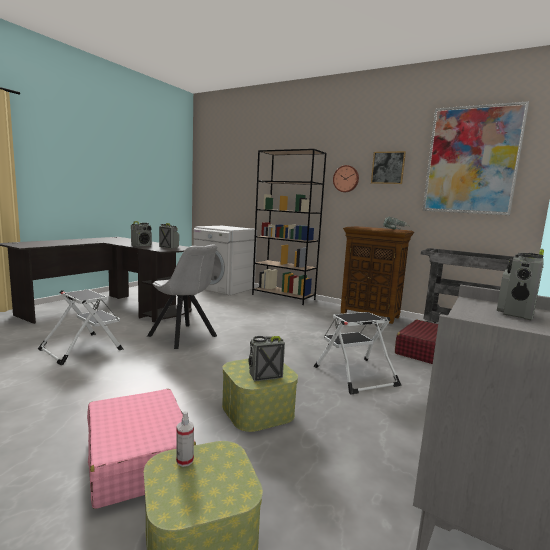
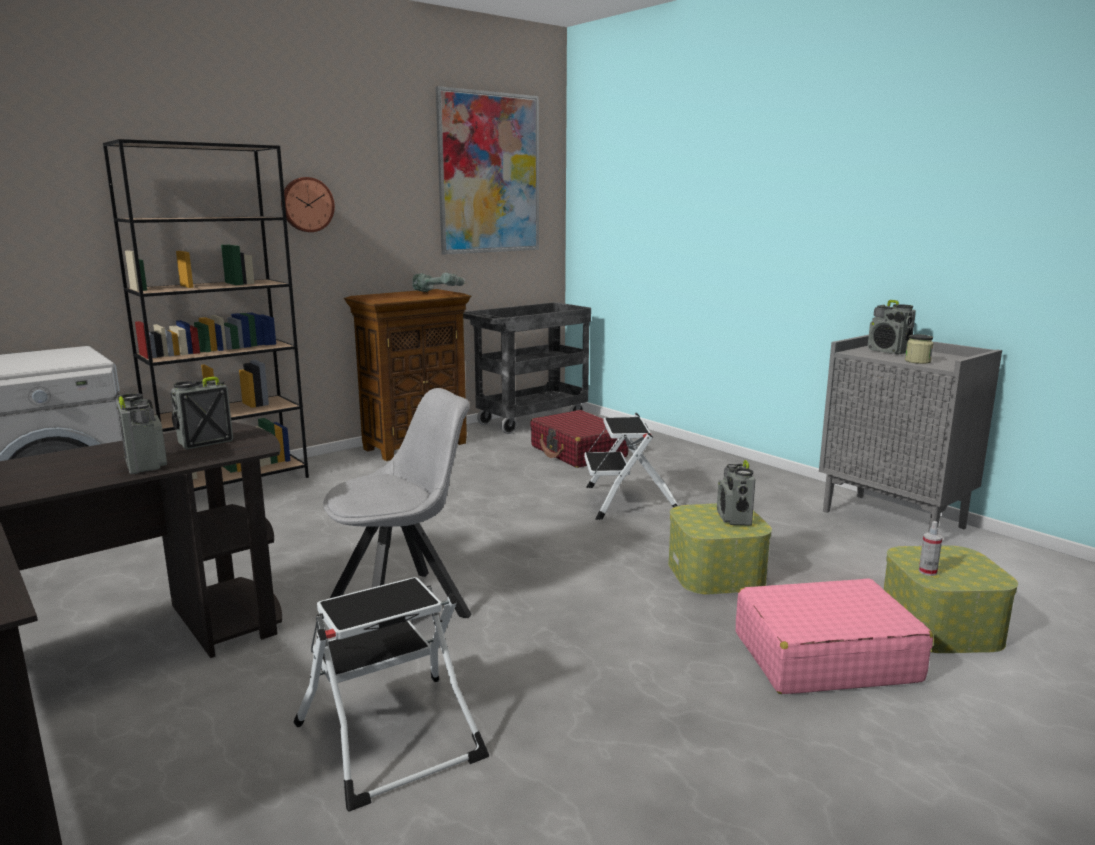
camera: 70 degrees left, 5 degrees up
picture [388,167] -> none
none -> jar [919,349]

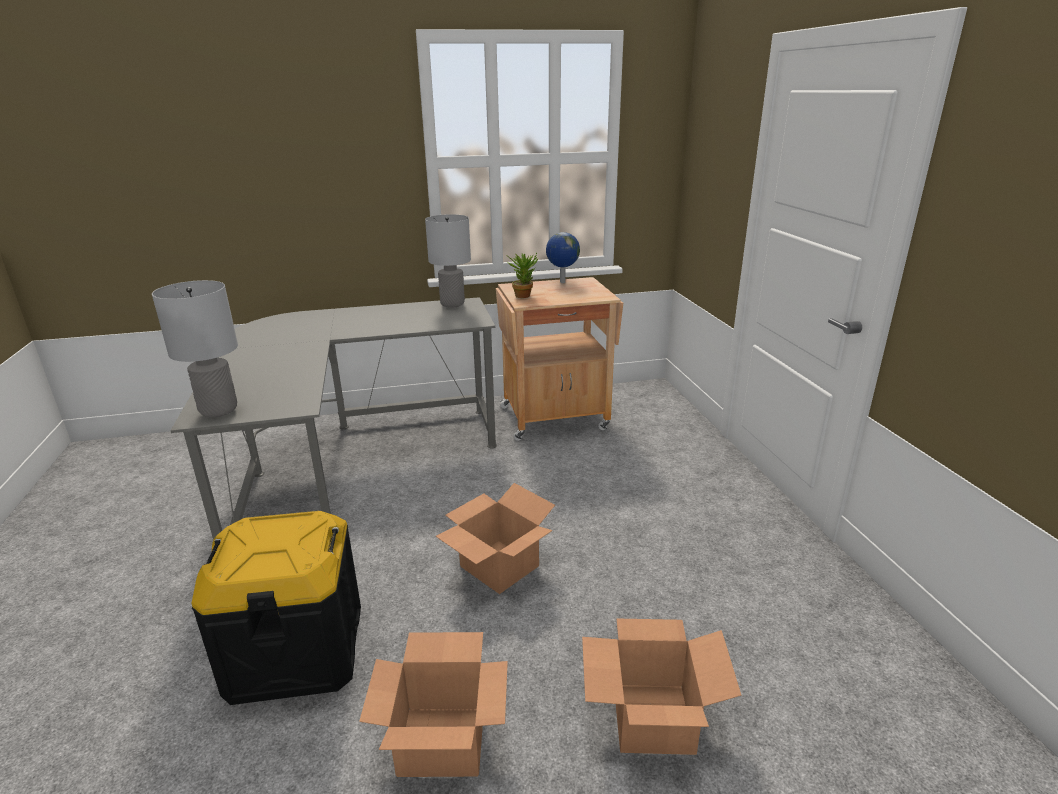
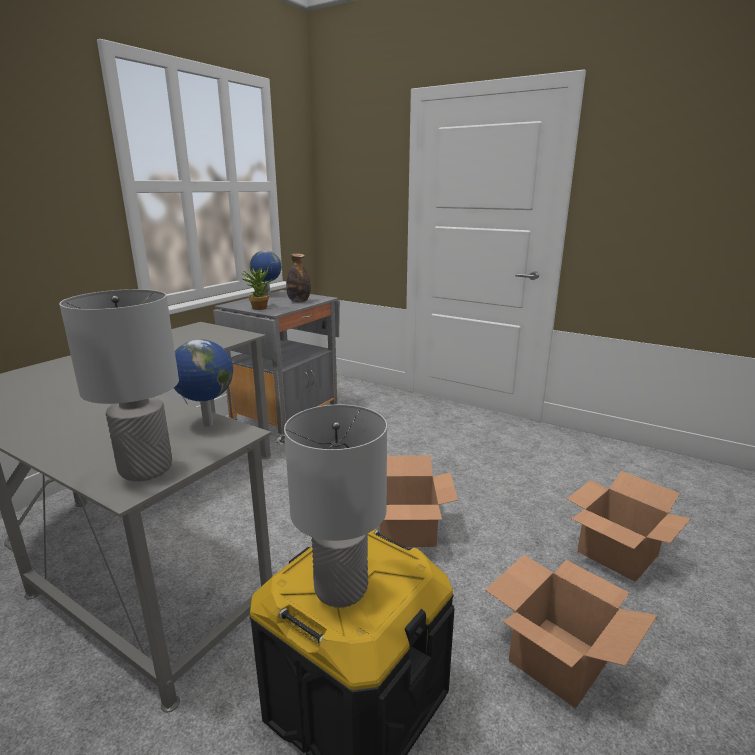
camera: 45 degrees left, 5 degrees down
grey table lamp [448,261] -> grey table lamp [335,506], move
brown cart [559,359] -> grey cart [276,367]
none -> bottle [298,277]
none -> globe [203,383]

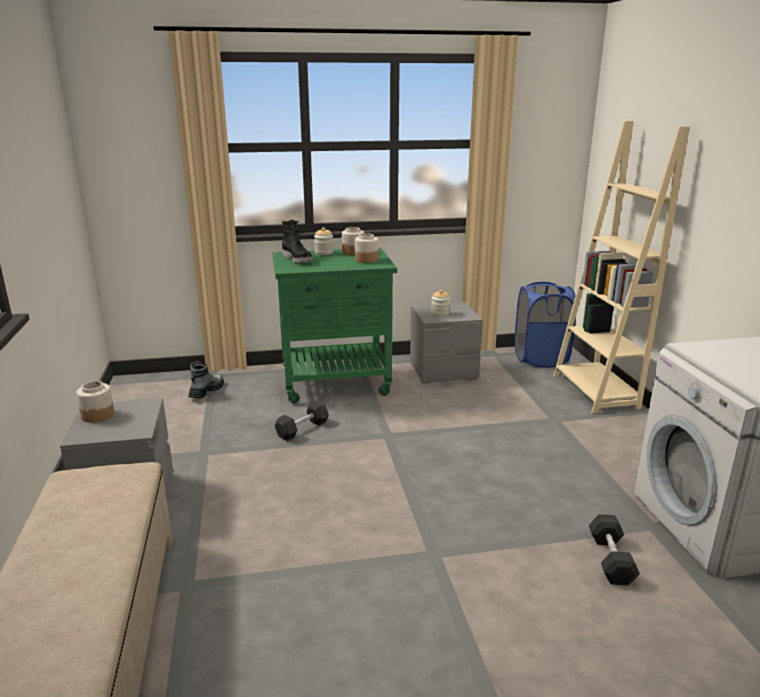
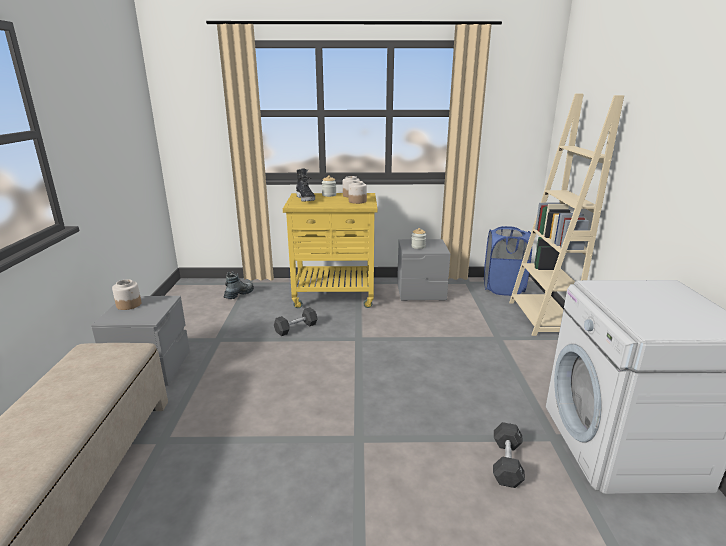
camera: 10 degrees right, 0 degrees up
green cart [334,325] -> yellow cart [330,250]

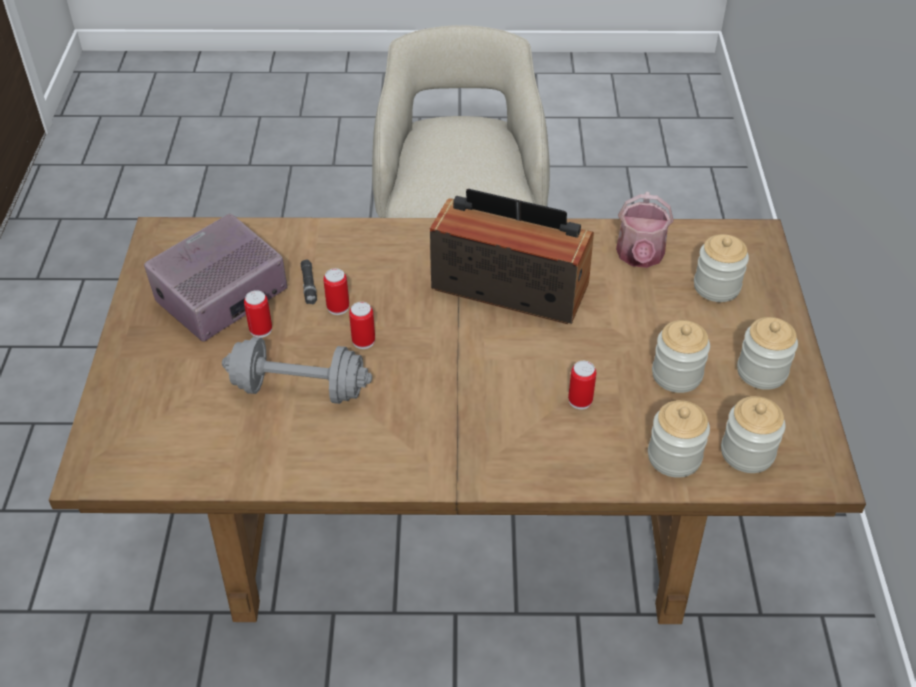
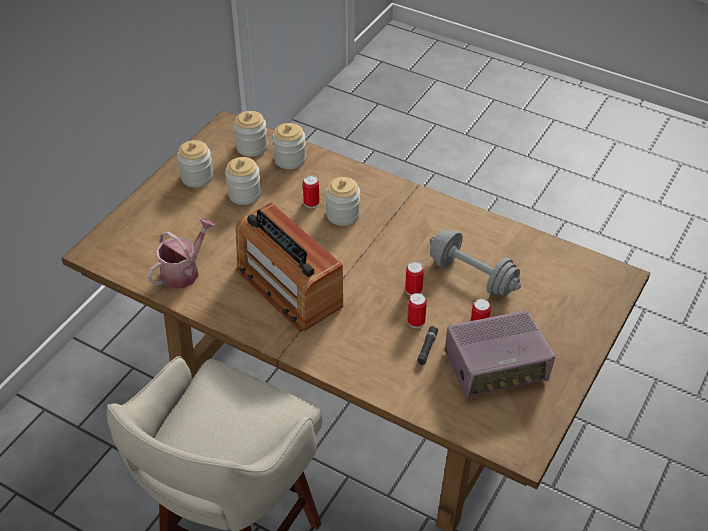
camera: 150 degrees left, 0 degrees up
jar [721,268] -> jar [342,201], move

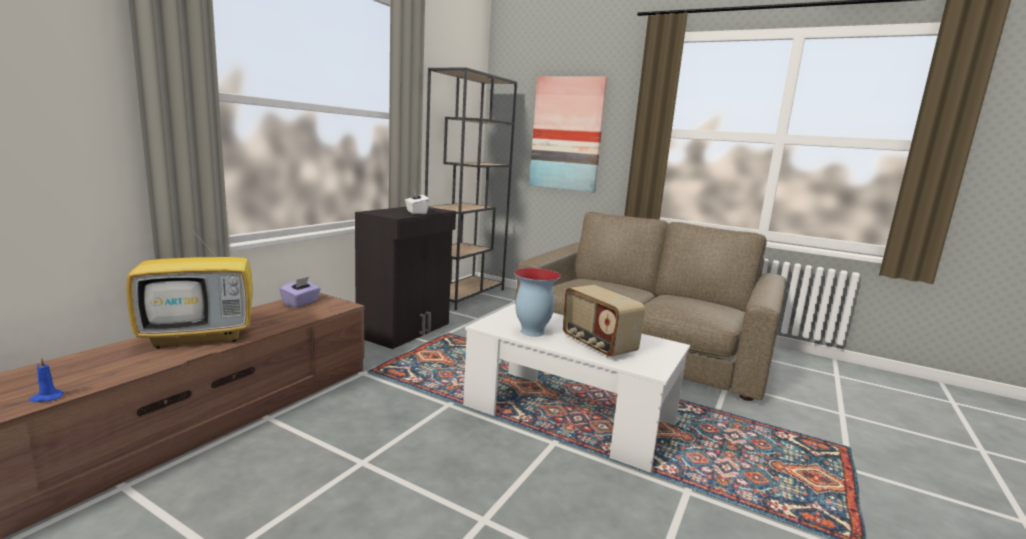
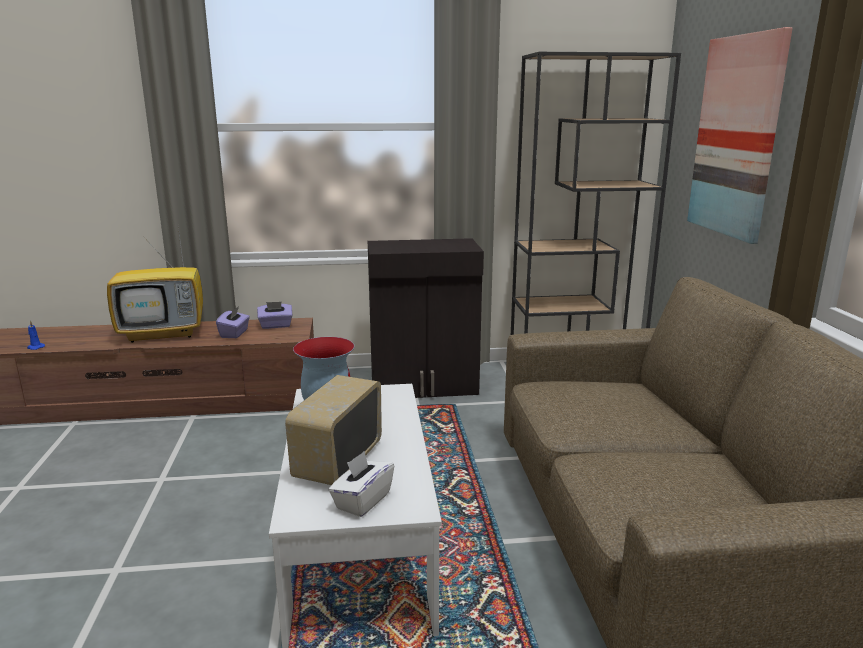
camera: 55 degrees right, 5 degrees up
white tissue box [417,202] -> white tissue box [361,484], move
television [189,279] -> television [155,285], 45 degrees counterclockwise
none -> purple tissue box [233,322]

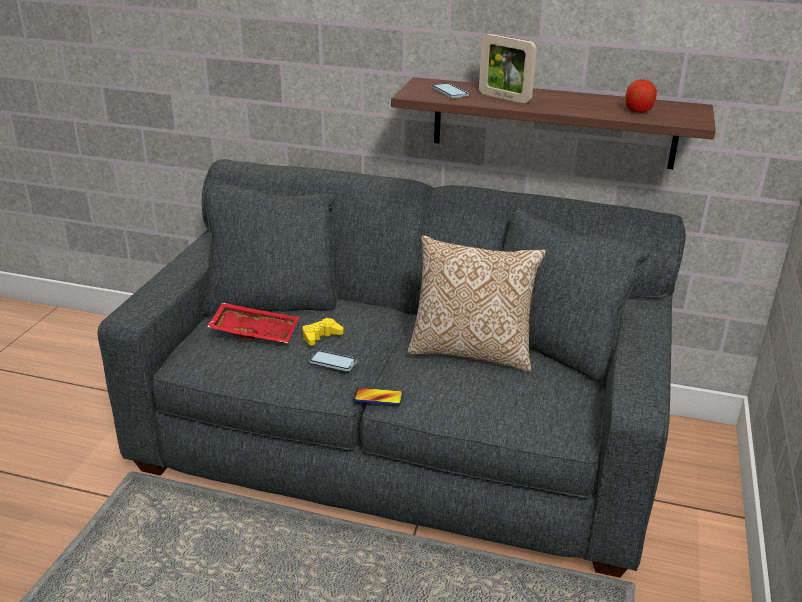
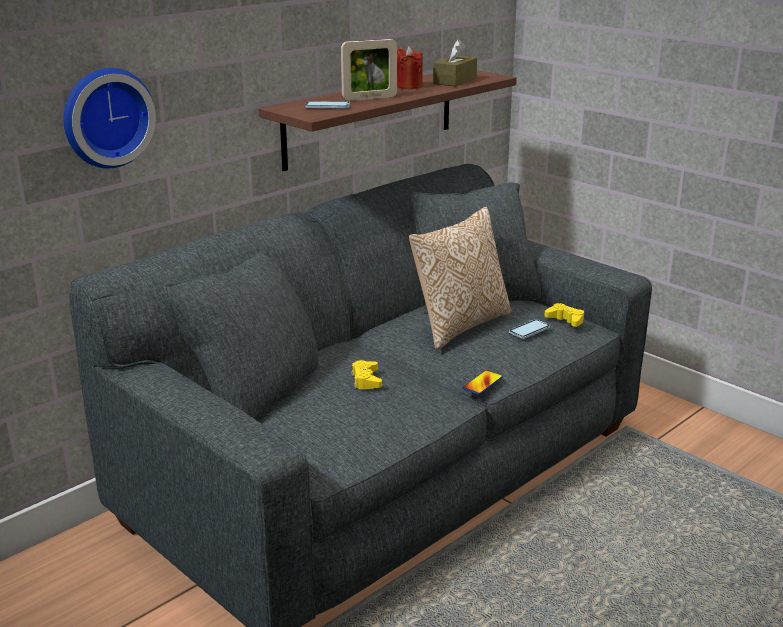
camera: 60 degrees left, 5 degrees down
apple [641,95] -> brown tissue box [455,63]
red tray [253,322] -> none
phone [333,360] -> phone [529,329], move
none -> red candle [410,67]
none -> wall clock [110,118]
none -> yellow game controller [564,315]

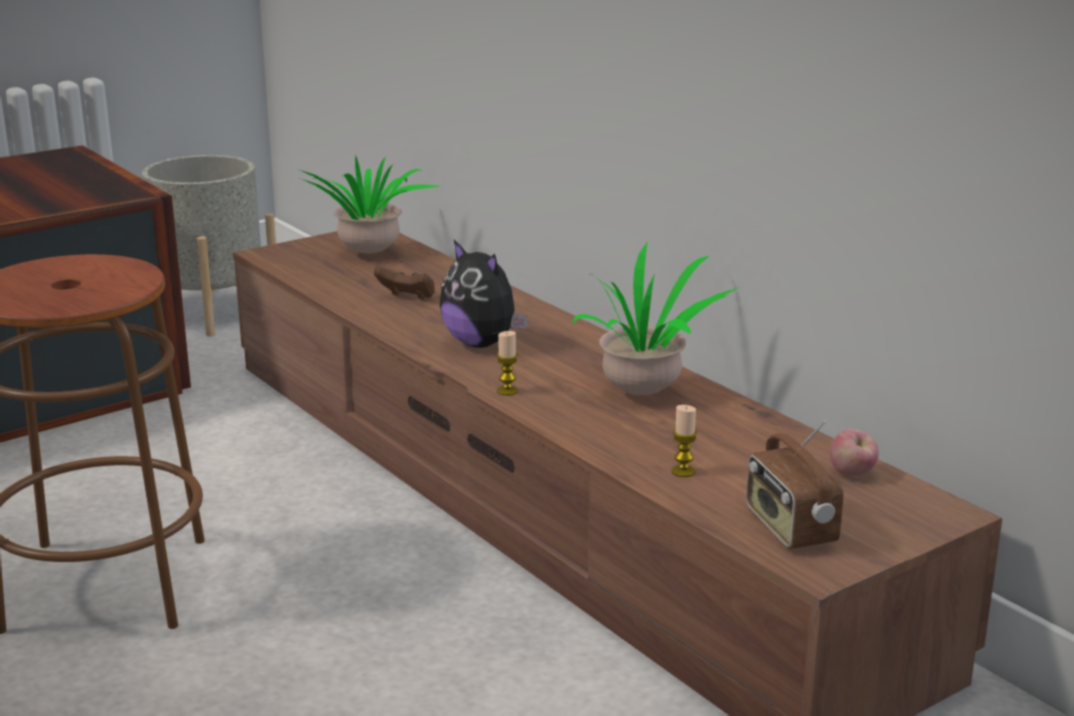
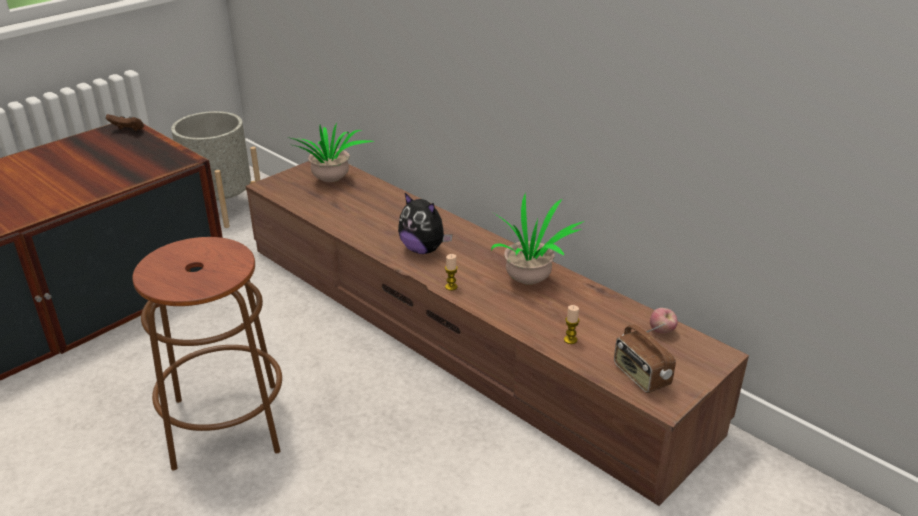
camera: 10 degrees left, 10 degrees up
brown game controller [404,283] -> brown game controller [125,122], move

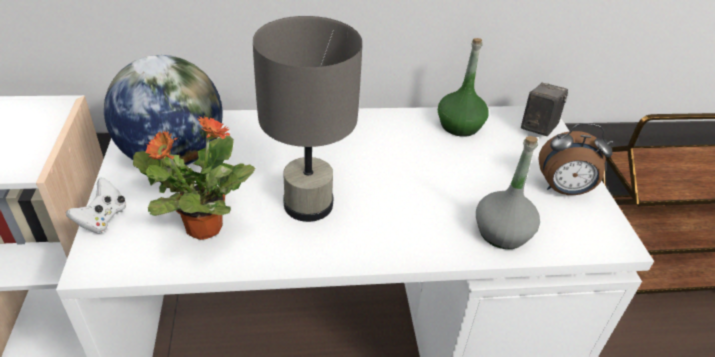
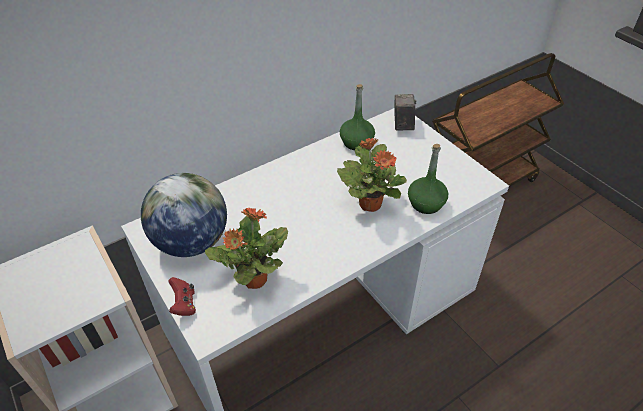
camera: 25 degrees left, 5 degrees up
grey table lamp [307,119] -> none
alarm clock [575,159] -> none
grey bottle [508,192] -> green bottle [428,179]
white game controller [96,205] -> red game controller [182,296]
none -> potted plant [372,175]

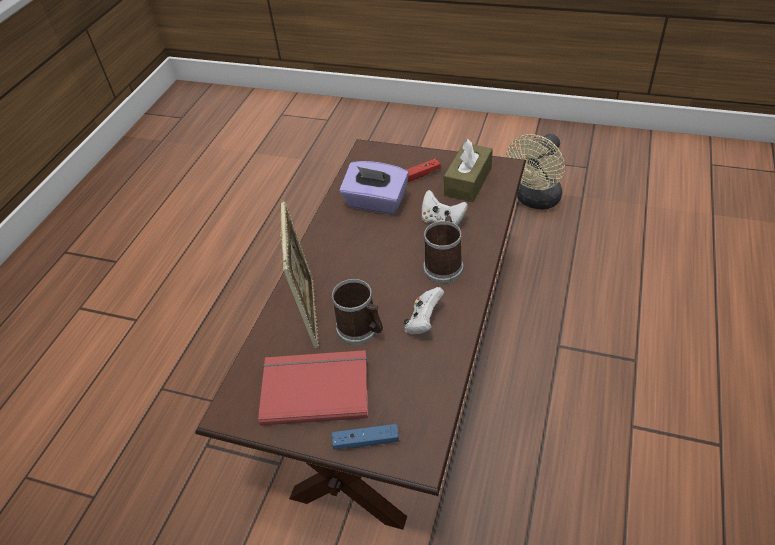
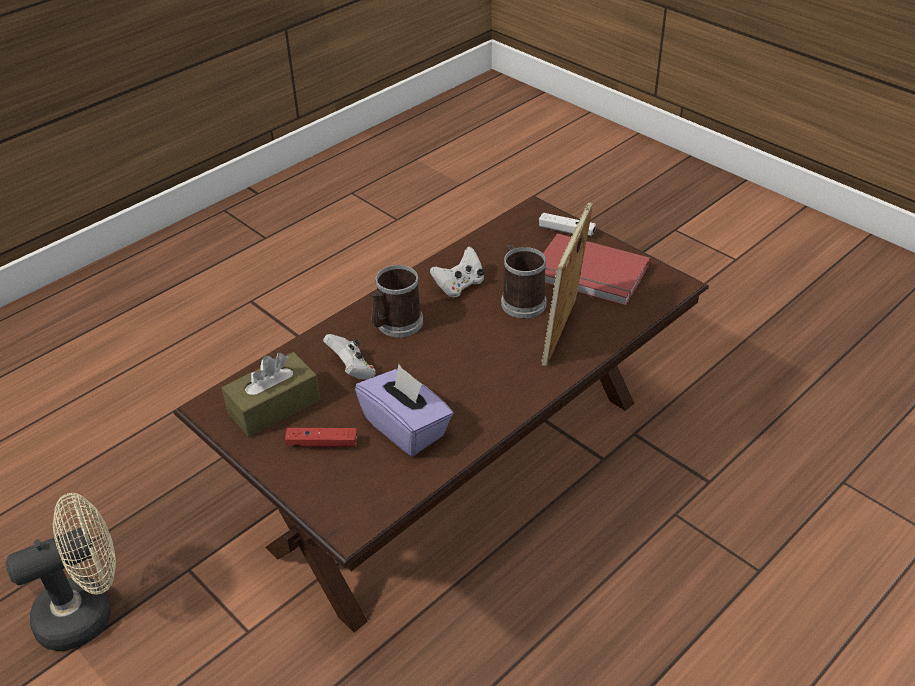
camera: 155 degrees left, 5 degrees down
blue game controller [365,437] -> white game controller [567,224]

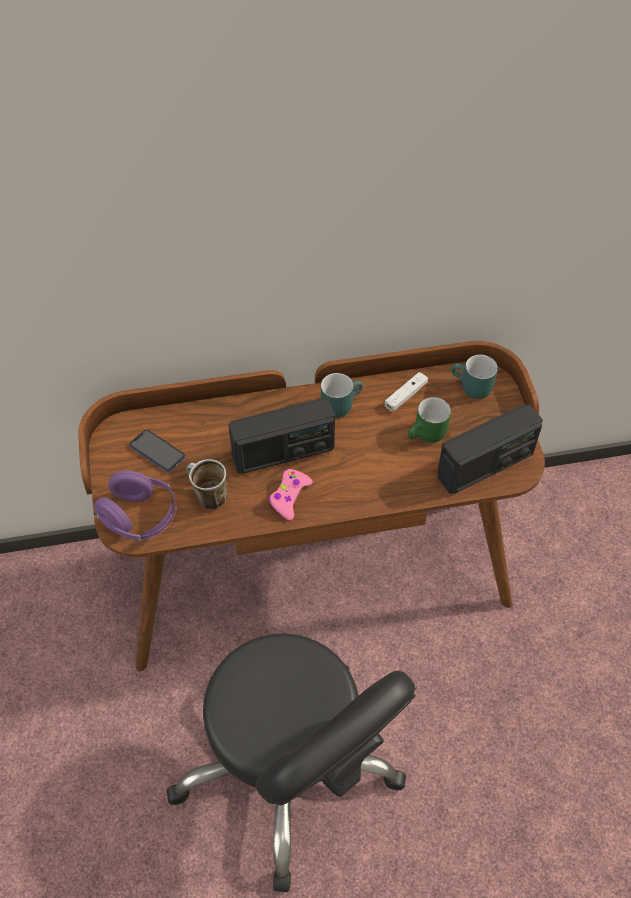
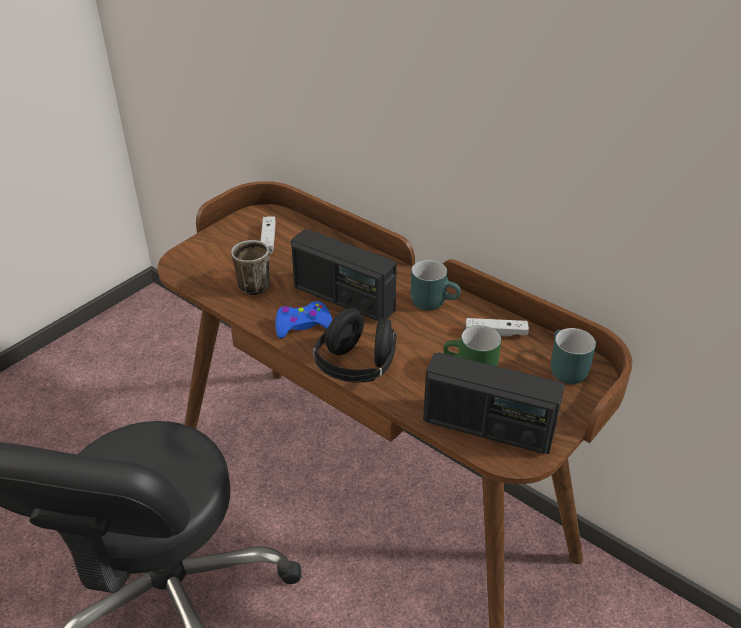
camera: 50 degrees right, 15 degrees down
phone [157,451] -> white game controller [268,235]
pink game controller [291,494] -> blue game controller [304,319]
purple headphones [135,506] -> none
none -> black headphones [355,346]

